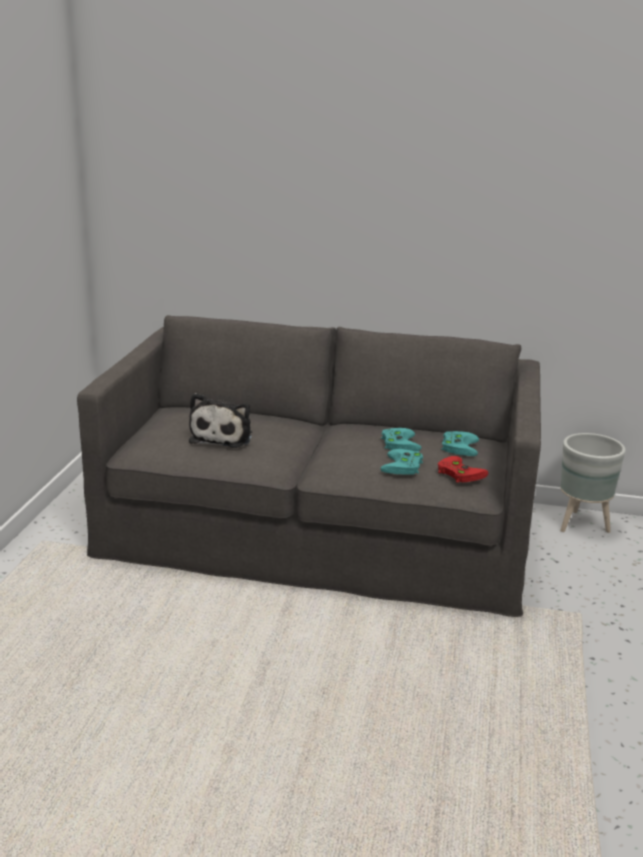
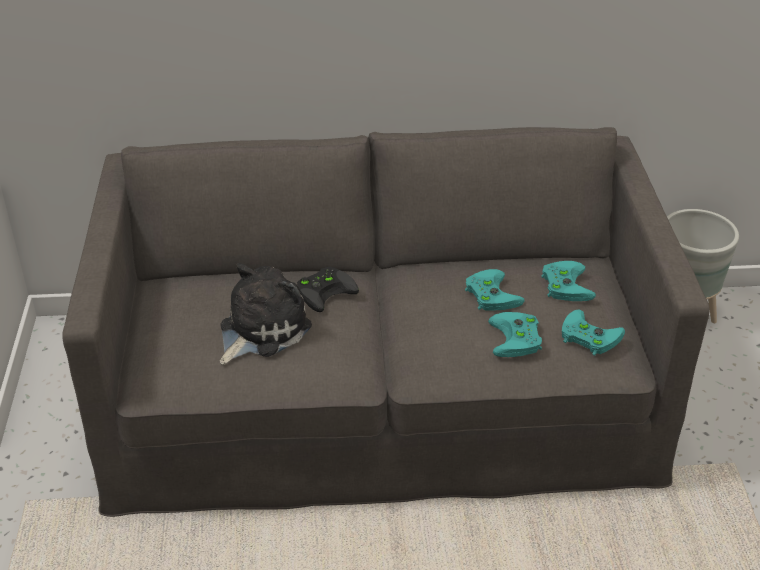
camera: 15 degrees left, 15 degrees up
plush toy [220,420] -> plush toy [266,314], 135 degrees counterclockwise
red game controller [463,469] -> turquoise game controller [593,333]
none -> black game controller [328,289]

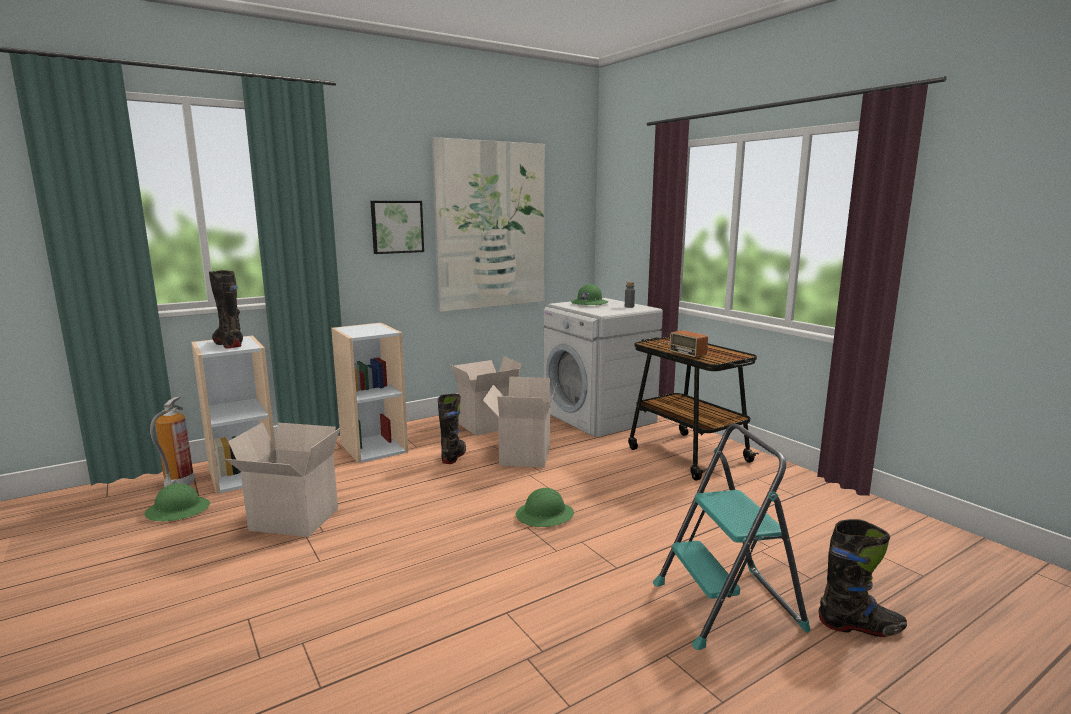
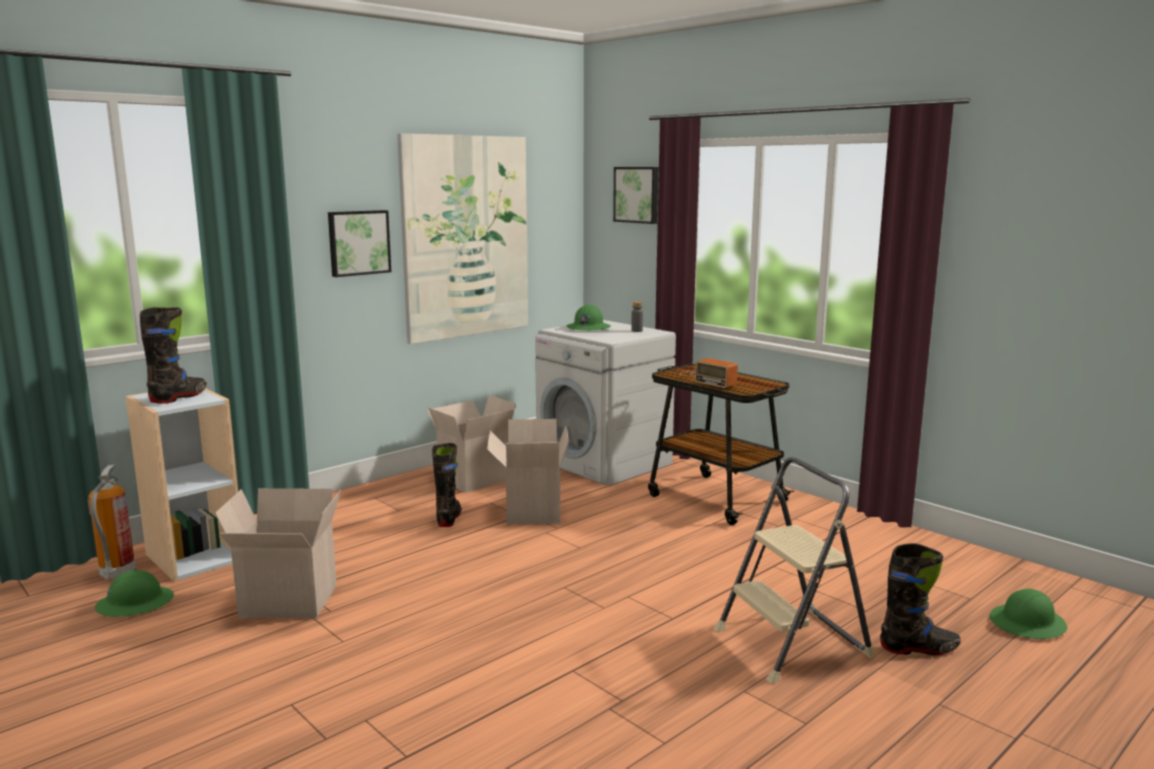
camera: 10 degrees left, 0 degrees up
black boot [226,309] -> black boot [173,355], 75 degrees clockwise
bookcase [369,393] -> none
turquoise step ladder [731,537] -> beige step ladder [794,570]
green hard hat [544,507] -> green hard hat [1028,614], move
none -> picture [635,195]

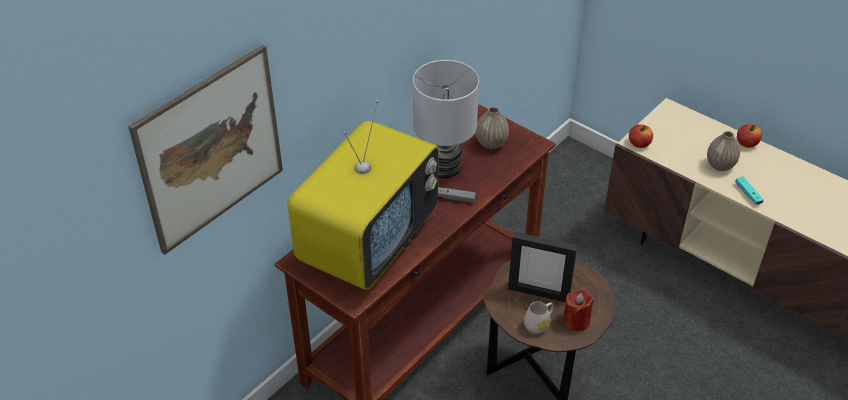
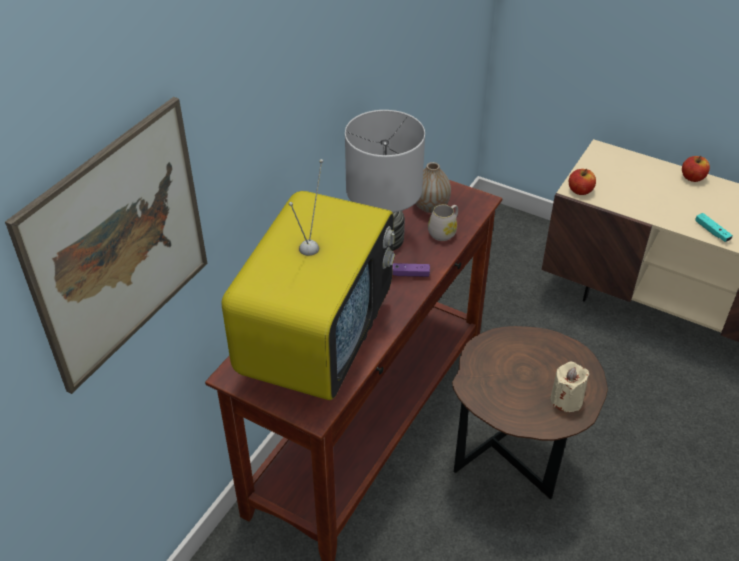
camera: 10 degrees left, 0 degrees up
vase [723,151] -> none
grey game controller [457,195] -> purple game controller [411,270]
picture frame [543,267] -> none
red candle [578,309] -> beige candle [570,386]
white mug [539,317] -> white mug [443,222], move

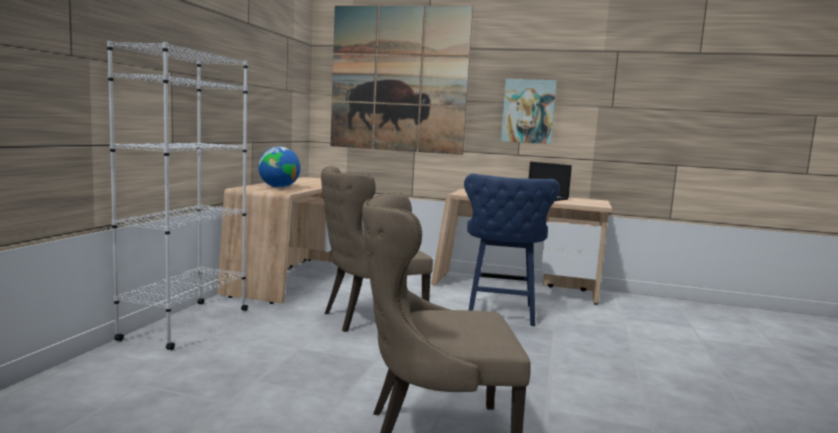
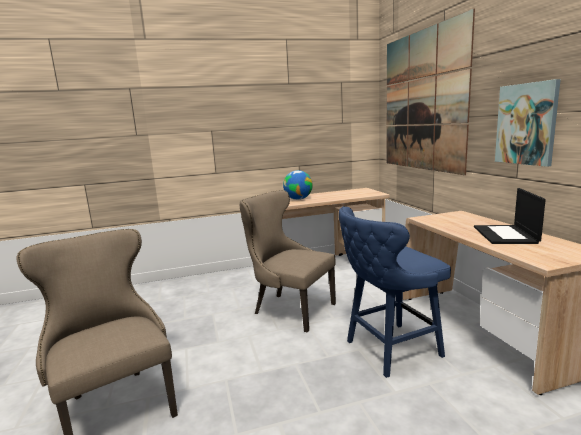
camera: 60 degrees right, 5 degrees up
white bookcase [177,195] -> none

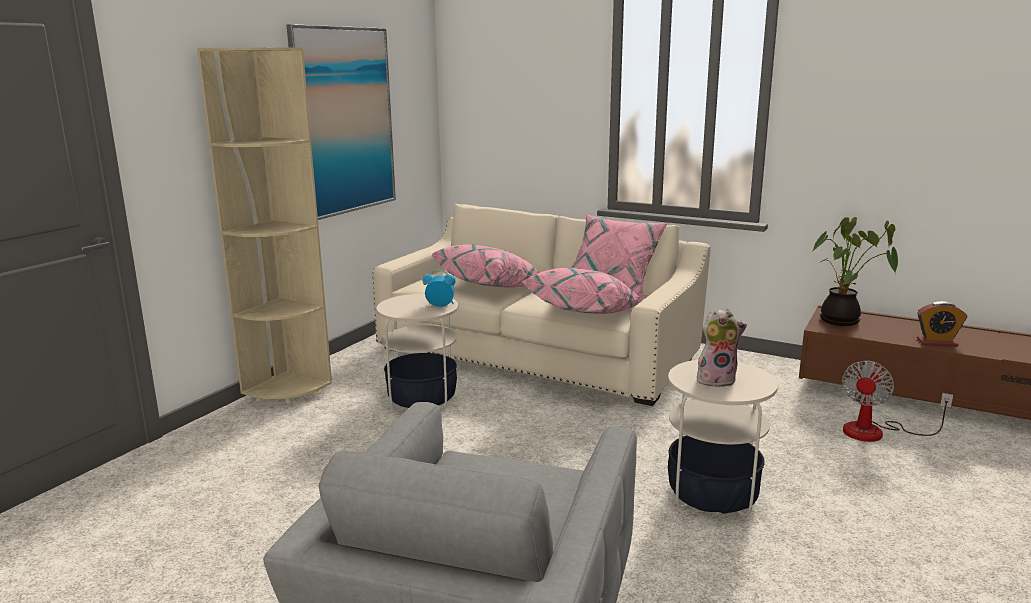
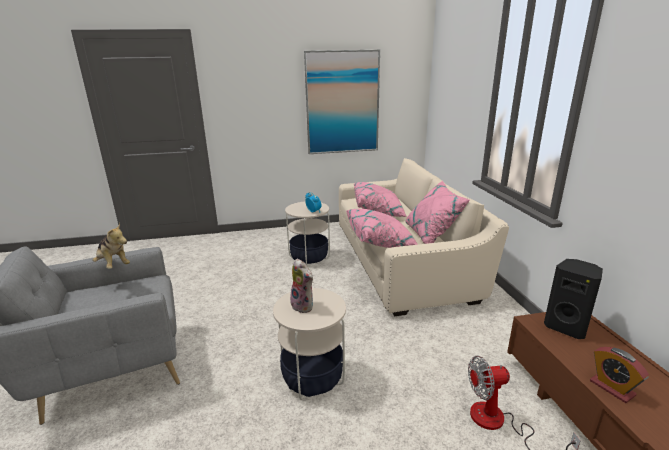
camera: 50 degrees right, 5 degrees up
beige bookcase [264,225] -> none
potted plant [855,271] -> black speaker [573,299]
none -> plush toy [111,246]

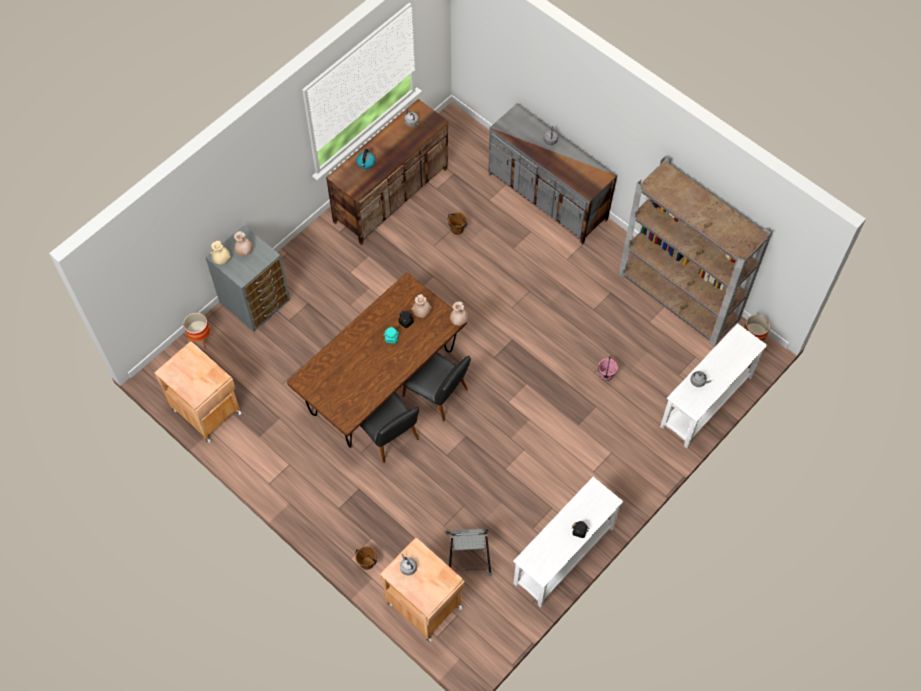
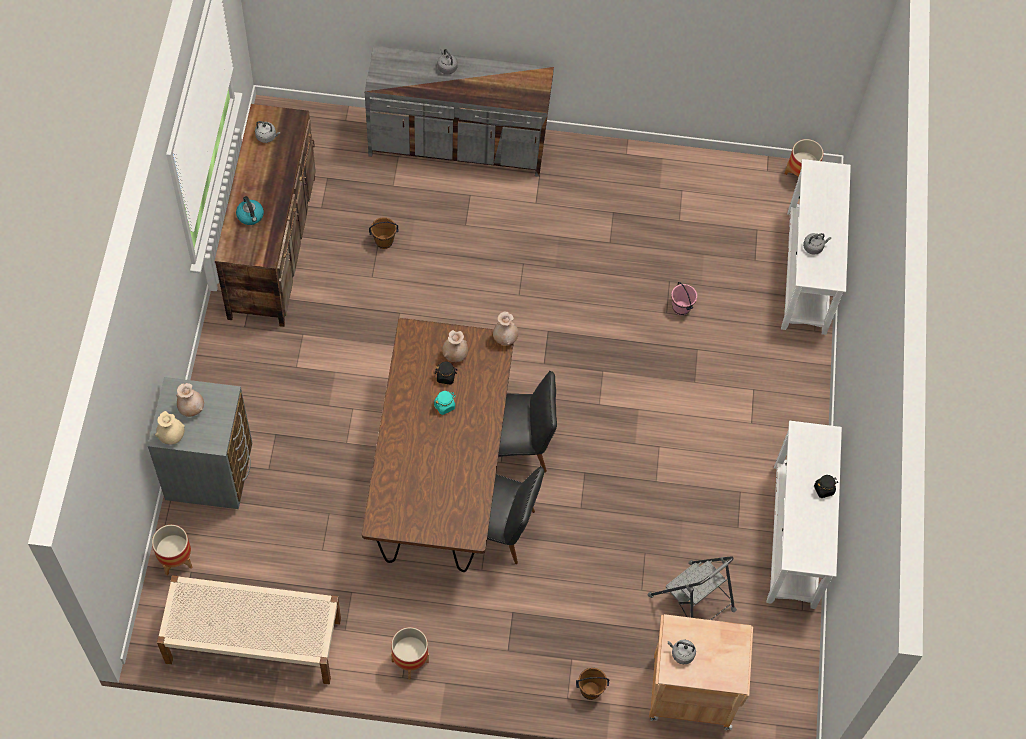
camera: 40 degrees left, 0 degrees up
brown bookcase [695,251] -> none
brown cart [198,392] -> beige bench [249,630]
none -> planter [410,653]

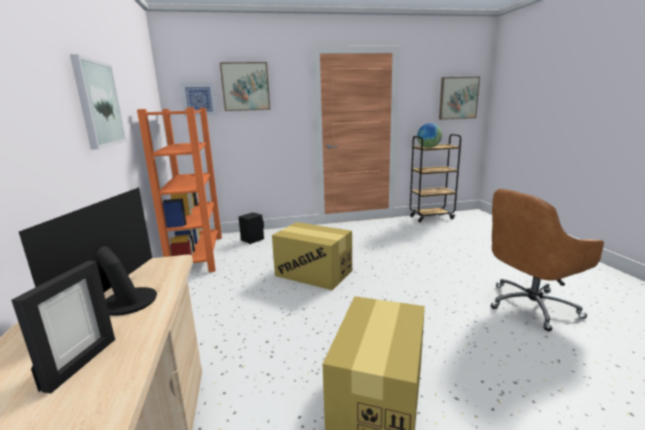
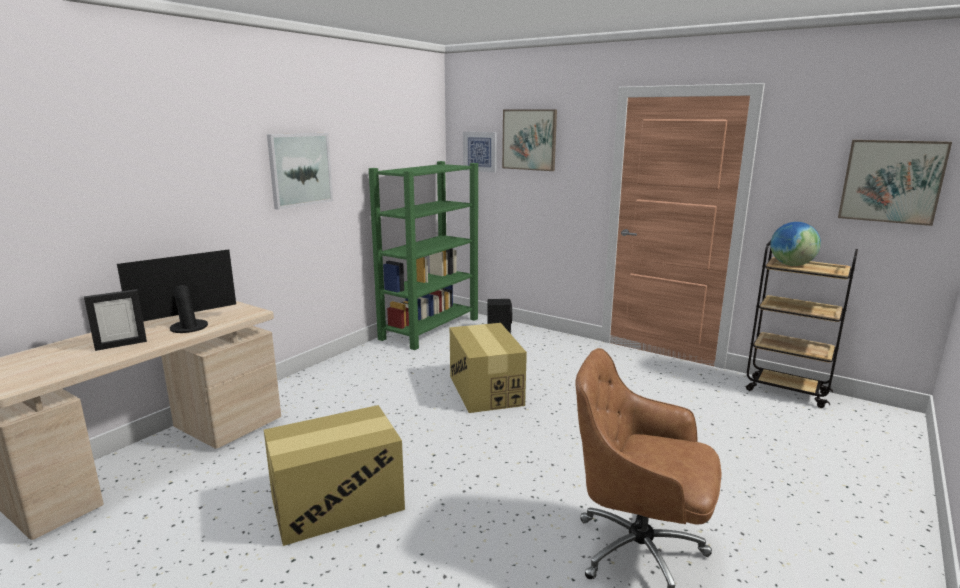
camera: 45 degrees right, 0 degrees up
orange bookcase [179,189] -> green bookcase [423,255]

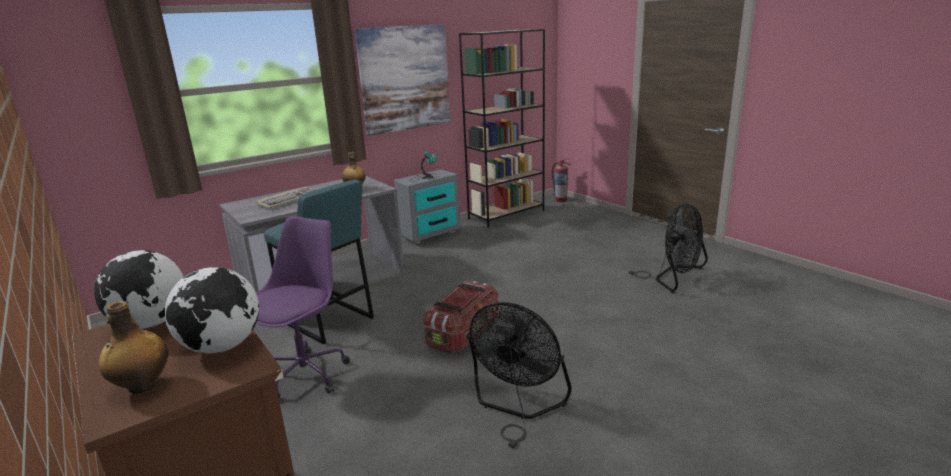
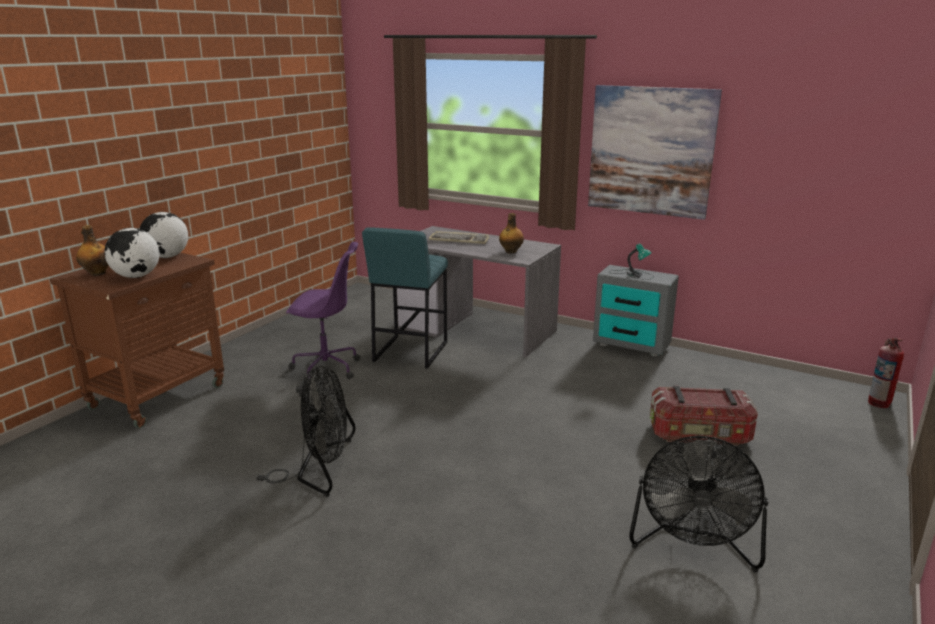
camera: 65 degrees right, 0 degrees up
beige bookcase [502,128] -> none
storage box [461,316] -> storage box [704,416], move

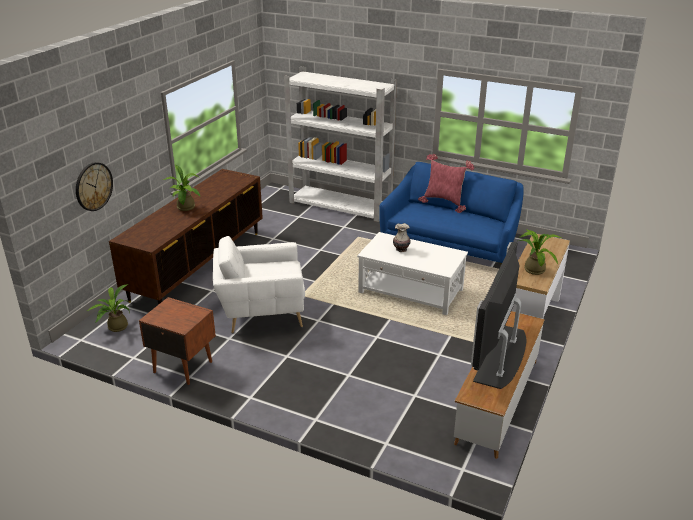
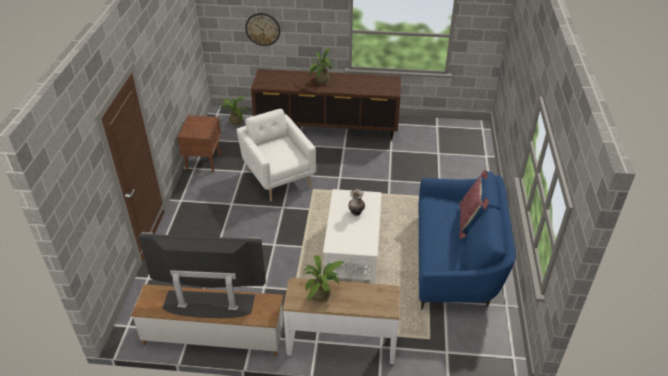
camera: 70 degrees right, 10 degrees up
white bookcase [340,144] -> none

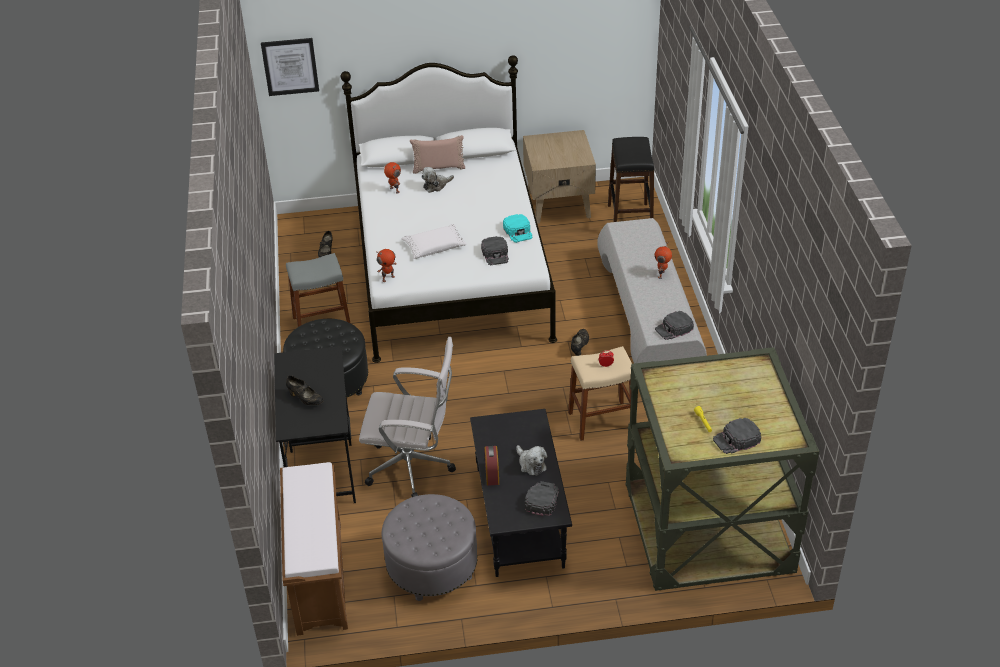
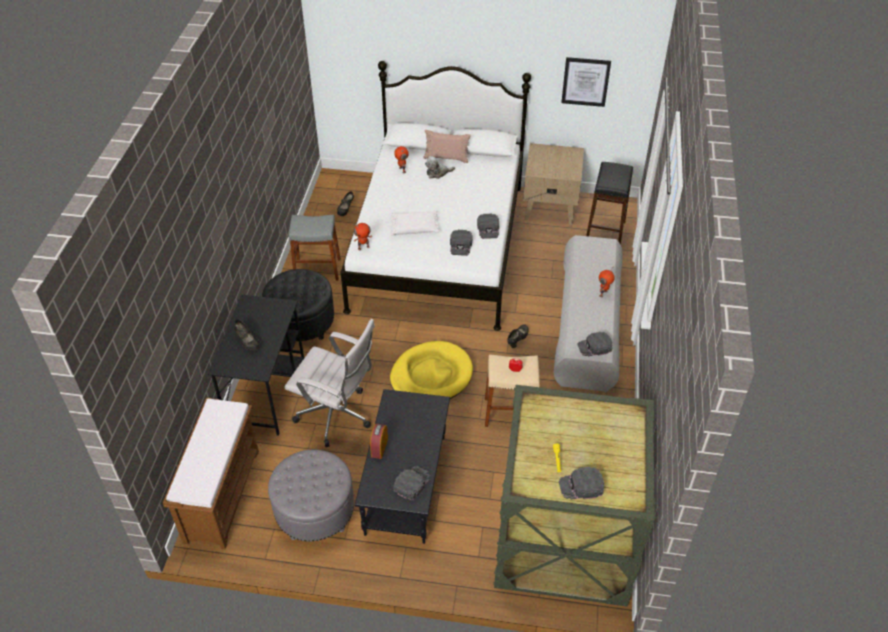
camera: 15 degrees right, 5 degrees up
picture [290,67] -> picture [586,82], move
turquoise cap [517,228] -> black cap [488,226]
plush toy [531,460] -> none
none -> yellow dog bed [431,370]

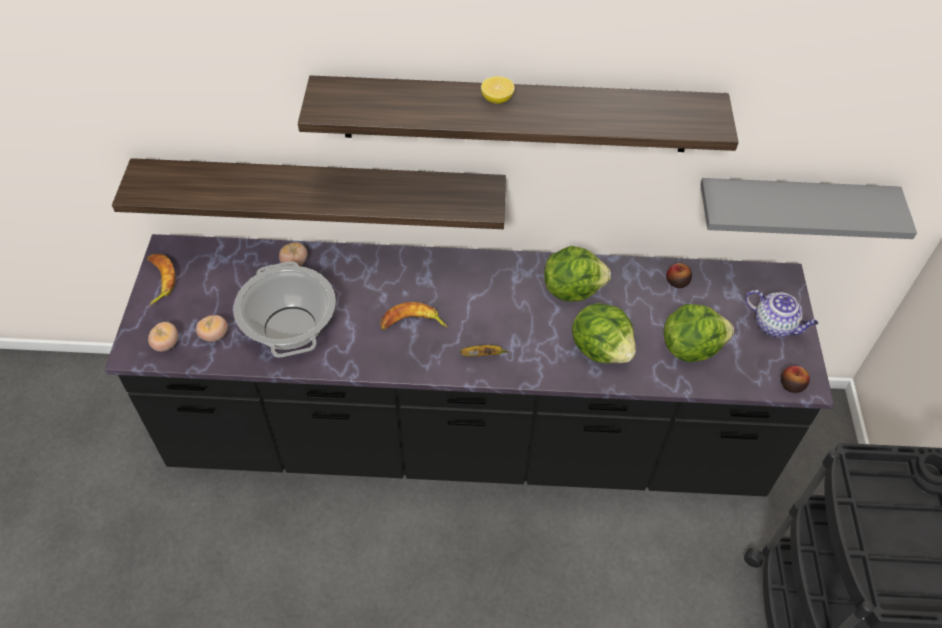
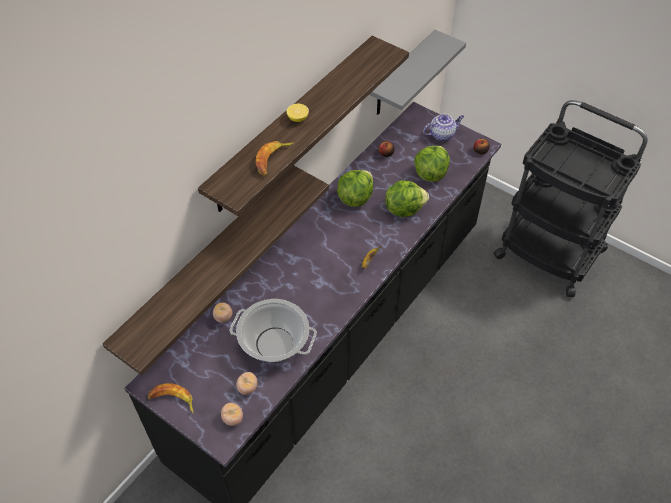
camera: 55 degrees left, 0 degrees up
banana [414,316] -> banana [275,158], move

